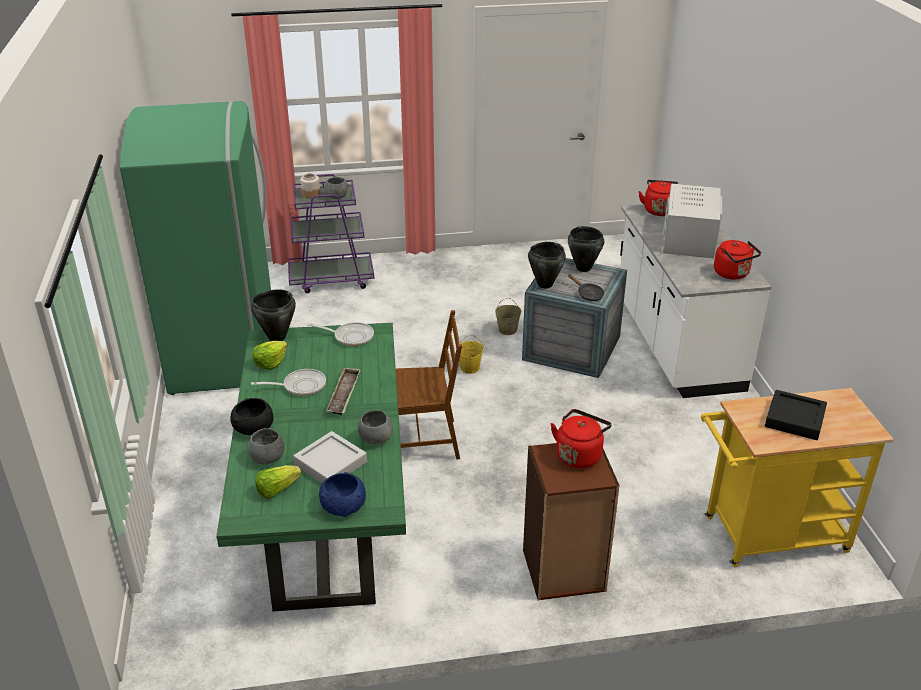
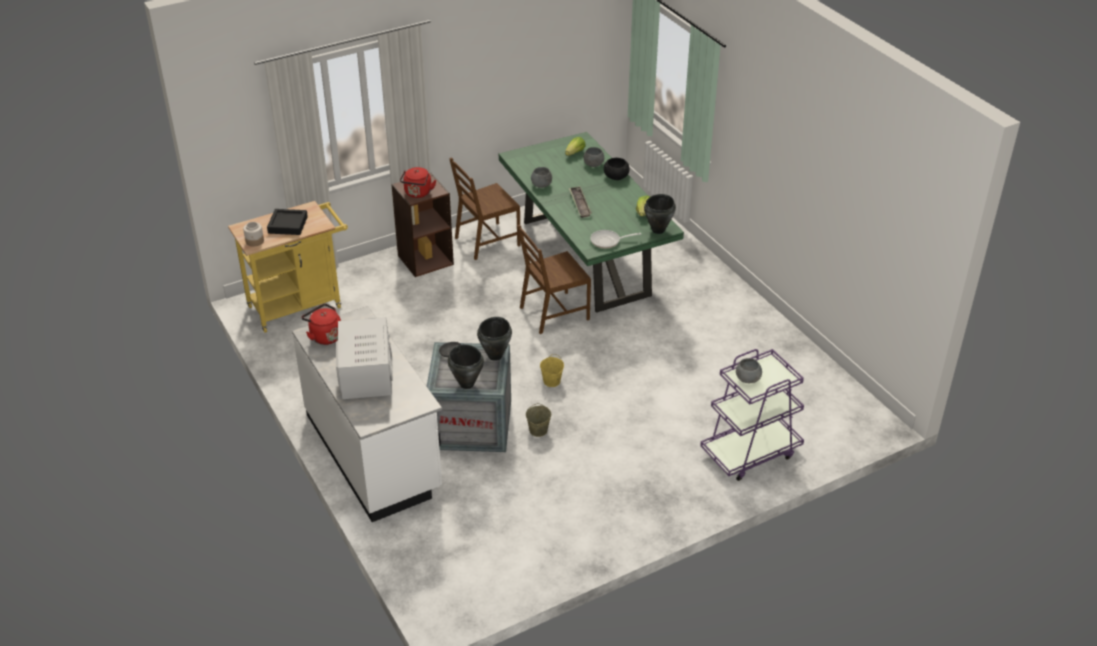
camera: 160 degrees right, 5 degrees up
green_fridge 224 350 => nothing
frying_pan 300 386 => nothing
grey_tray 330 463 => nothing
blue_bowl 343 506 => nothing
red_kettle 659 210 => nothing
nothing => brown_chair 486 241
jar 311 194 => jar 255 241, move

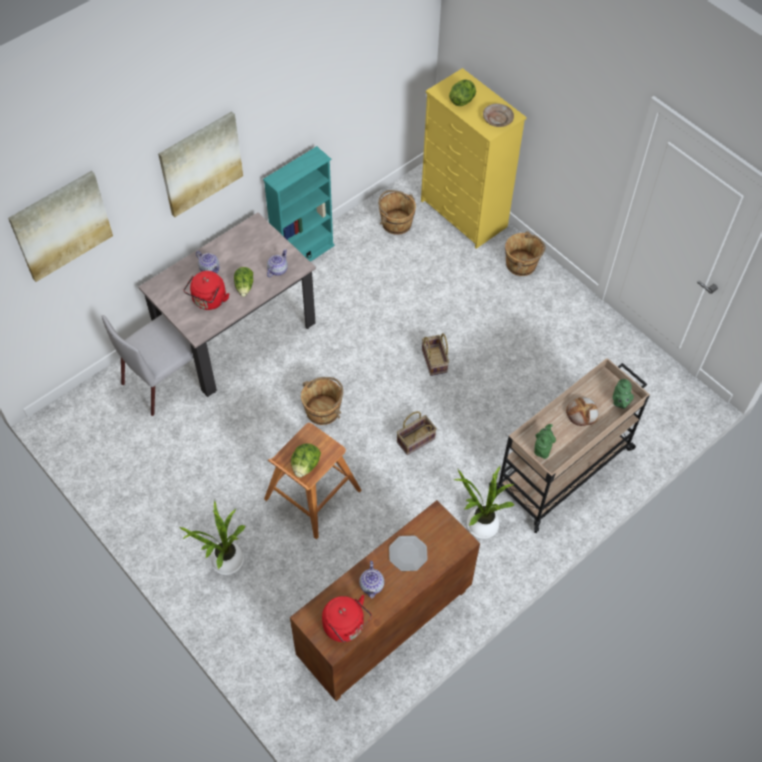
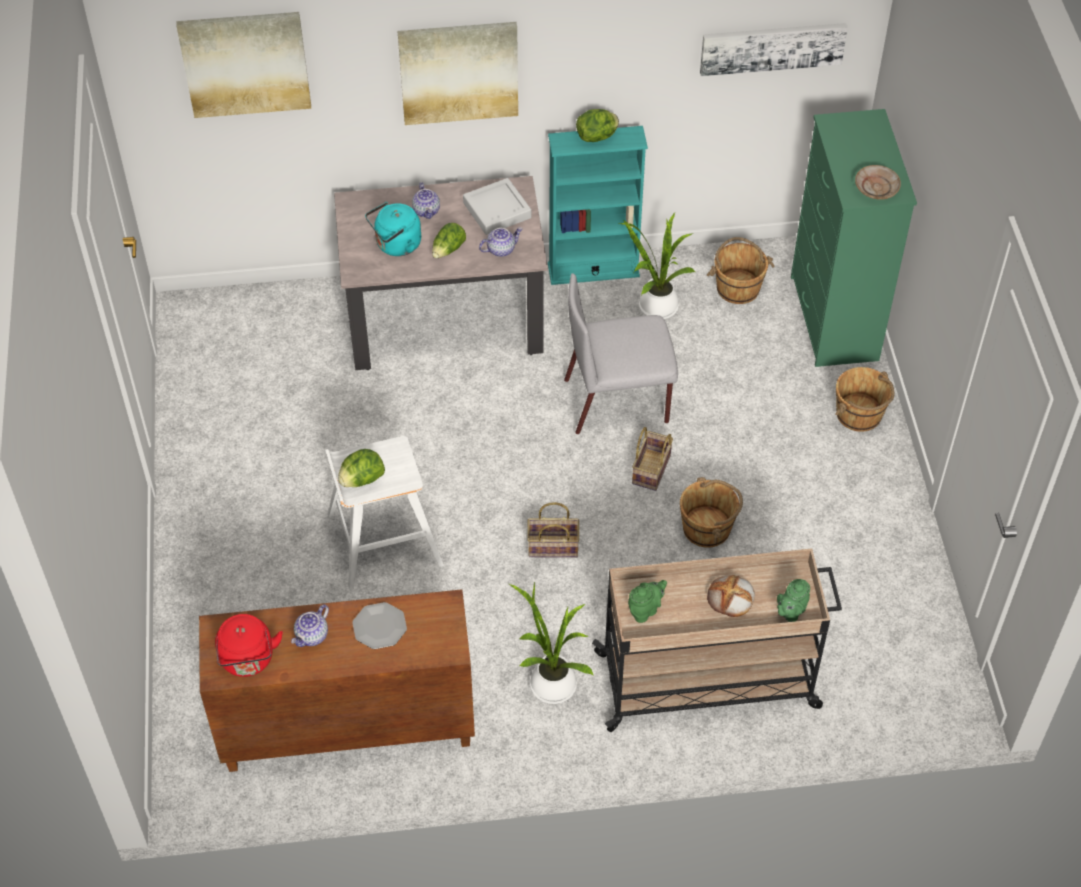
camera: 35 degrees right, 5 degrees down
nothing => grey_tray 497 210
nothing => picture 772 47
grey_chair 165 379 => grey_chair 618 400, move
potted_plant 224 562 => potted_plant 655 306, move
brown_bucket 323 410 => brown_bucket 707 528, move
lettuce 462 100 => lettuce 597 137, move
red_kettle 208 301 => turquoise_kettle 396 245
brown_stool 311 495 => white_stool 383 539
yellow_dresser 464 214 => green_dresser 833 319

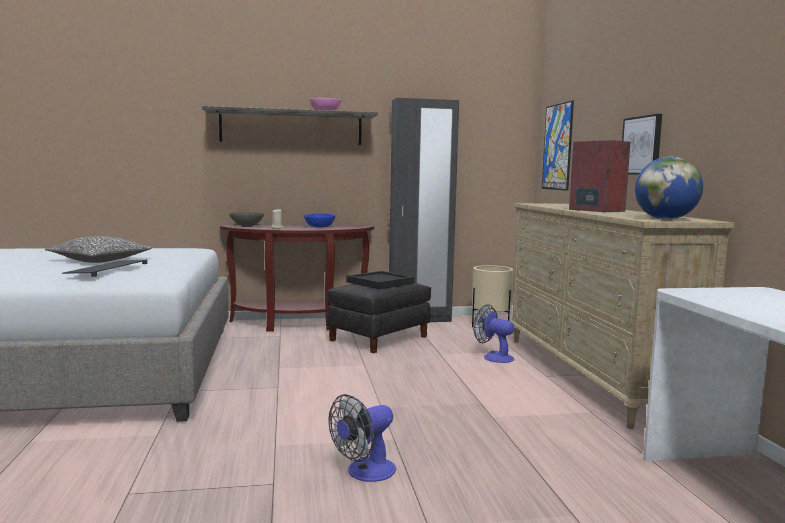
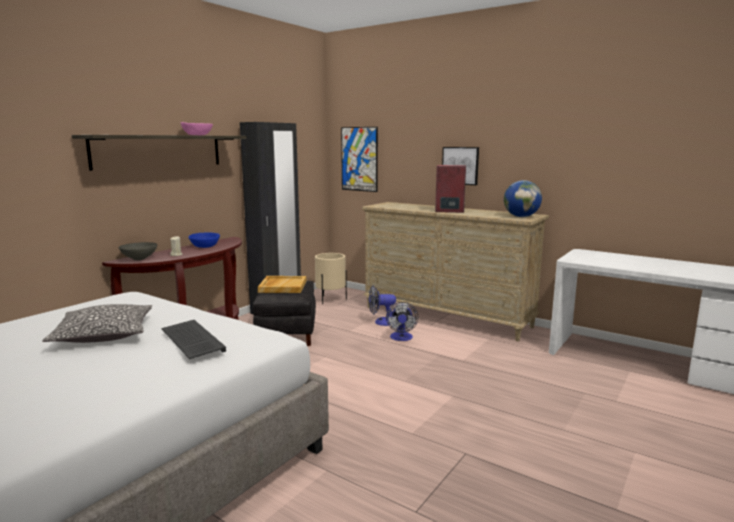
camera: 45 degrees left, 5 degrees up
fan 364 473 => fan 401 338, move
black_tray 380 282 => beige_tray 282 286

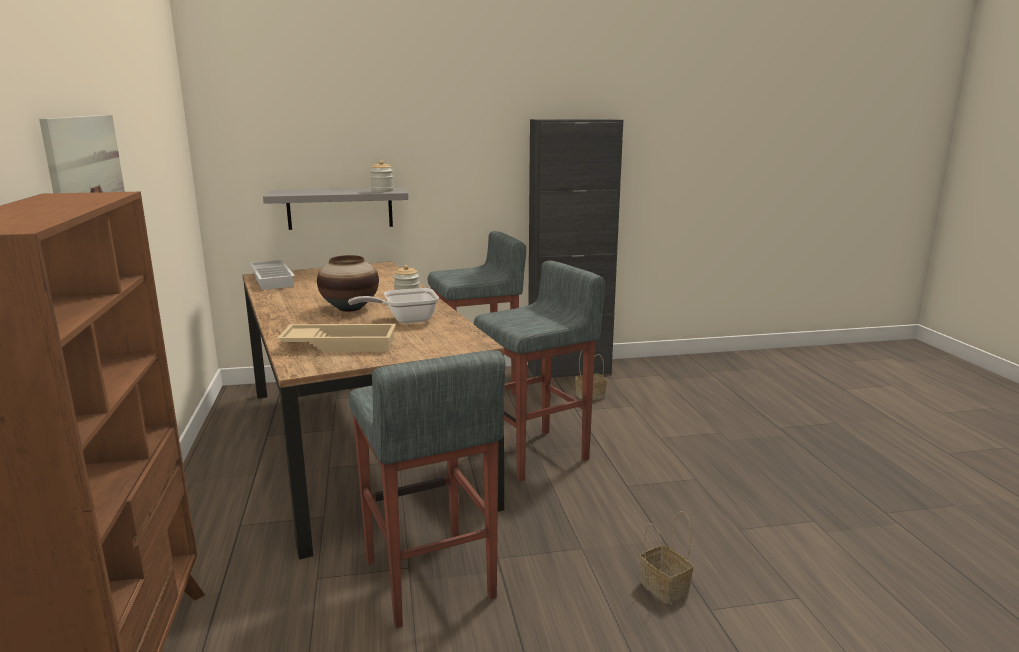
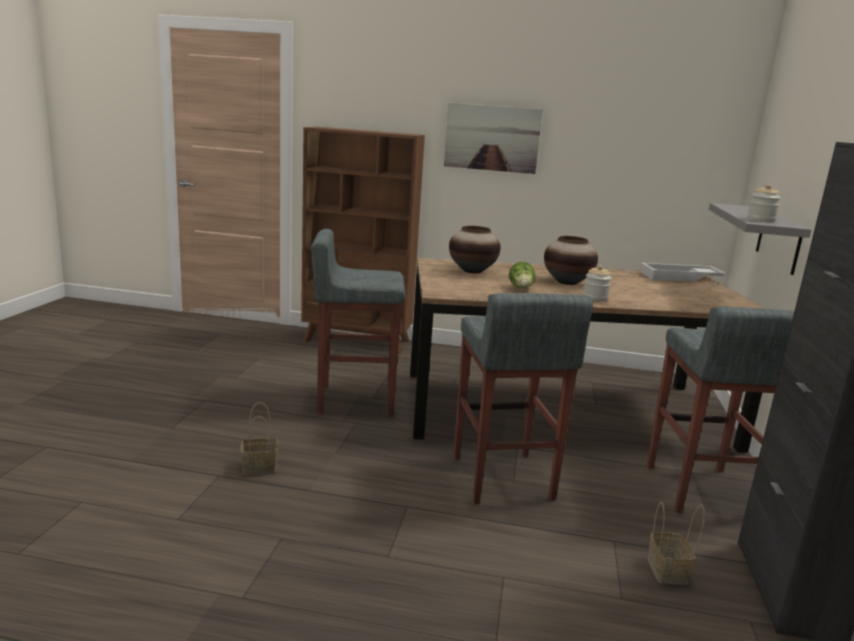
camera: 110 degrees right, 0 degrees up
beige_tray 340 344 => vase 472 271
frying_pan 405 320 => lettuce 521 288

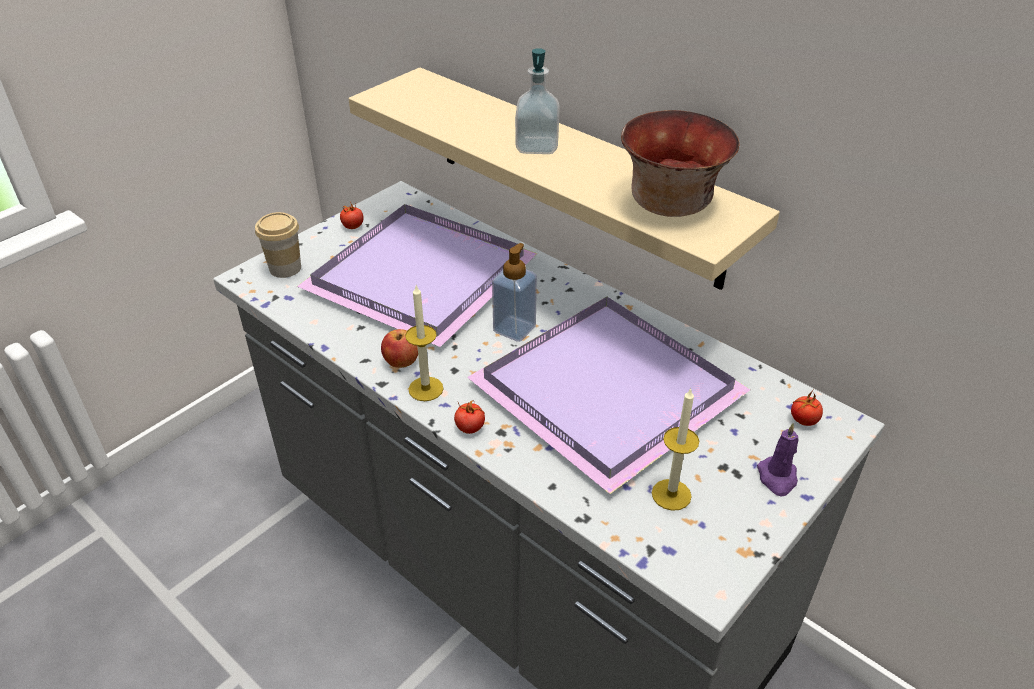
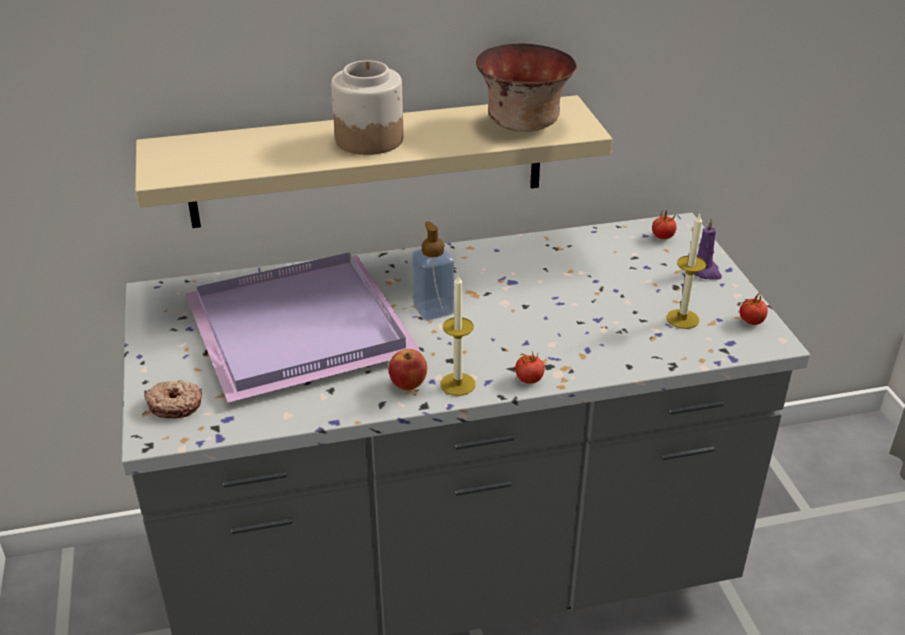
camera: 55 degrees left, 5 degrees down
purple_tray 607 394 => nothing
tomato 353 226 => tomato 751 321, move
cup 285 268 => donut 175 405
soap_dispenser 537 146 => jar 369 139

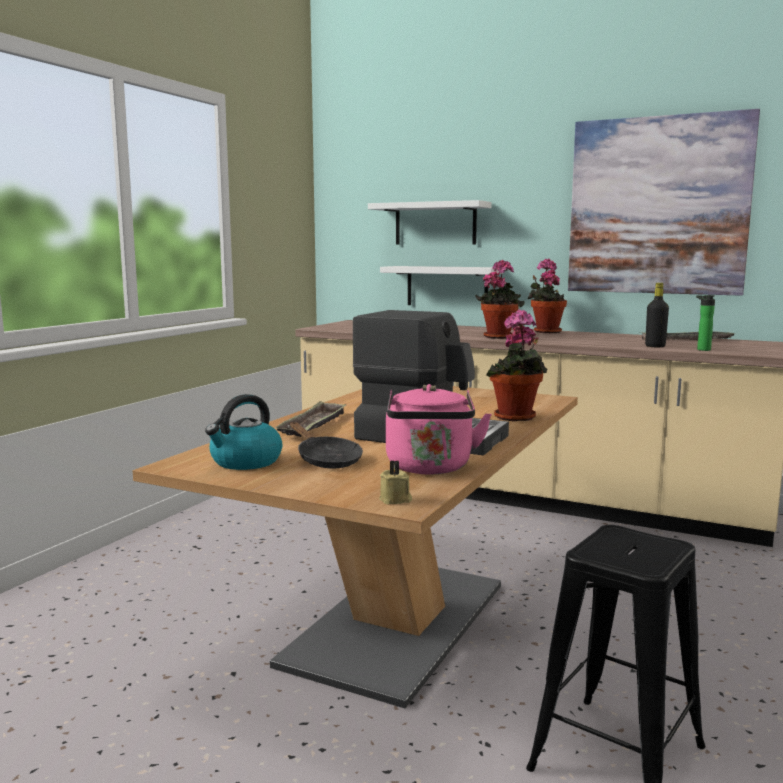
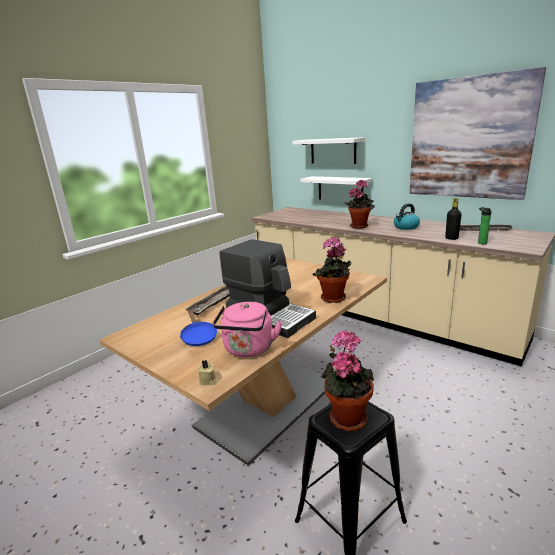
camera: 15 degrees right, 10 degrees up
kettle 245 462 => kettle 406 227, move
potted_plant 545 331 => potted_plant 346 416, move
black_frying_pan 326 460 => blue_frying_pan 198 337

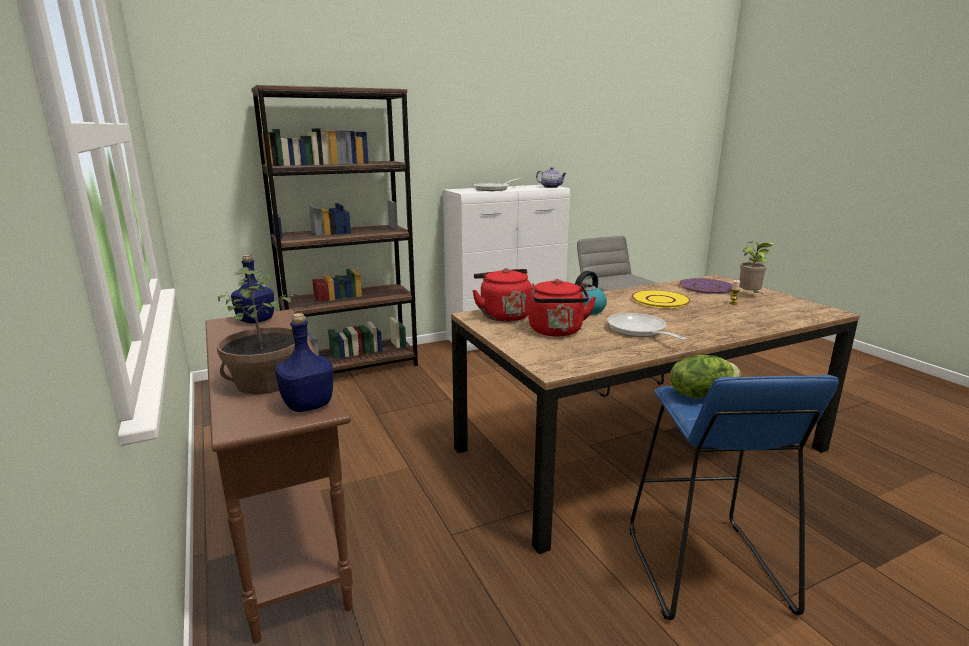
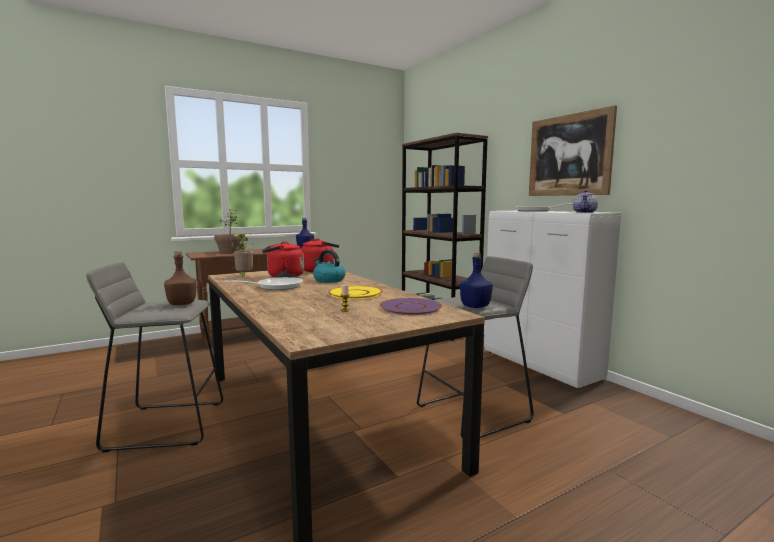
camera: 85 degrees right, 10 degrees down
nothing => picture 569 155
blue_bottle 307 405 => blue_bottle 474 306, move
potted_plant 750 296 => potted_plant 244 276, move
lettuce 701 394 => brown_bottle 182 304
blue_stool 704 569 => grey_stool 166 424

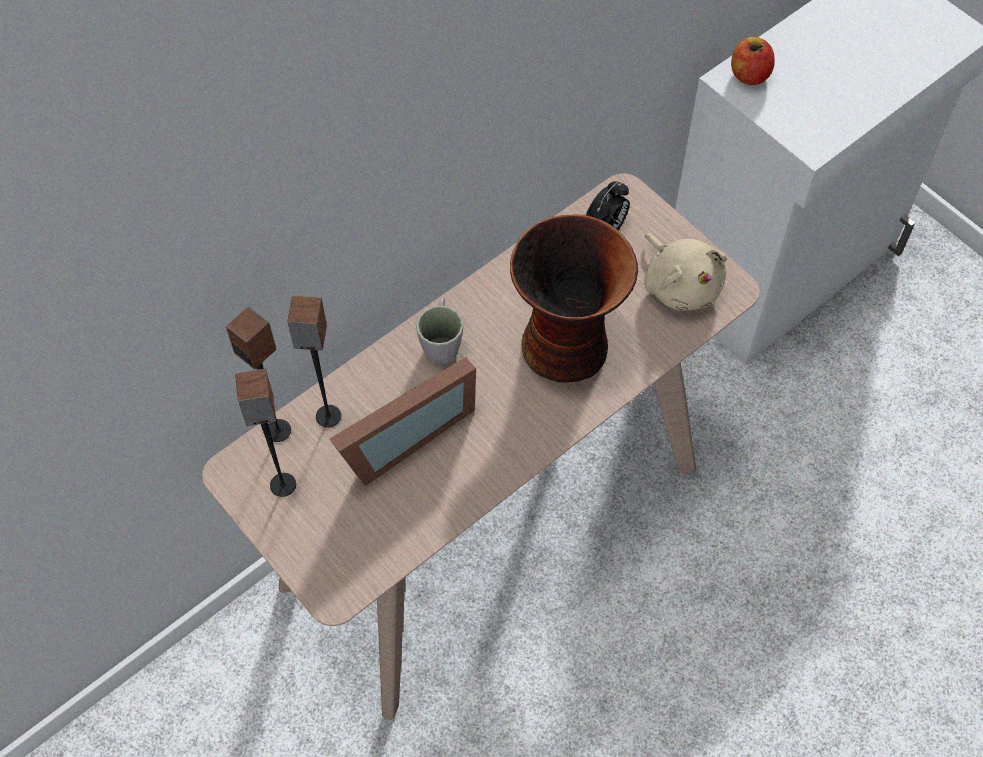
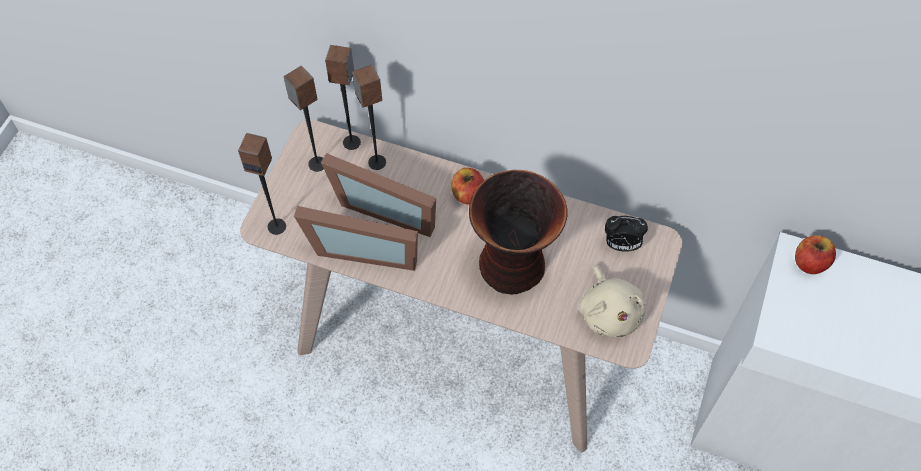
camera: 60 degrees right, 0 degrees up
nothing => speaker 277 226
nothing => picture_frame 364 247
grey_mug 441 342 => apple 468 194
beige_plush_toy 680 285 => beige_plush_toy 609 312, 45 degrees counterclockwise

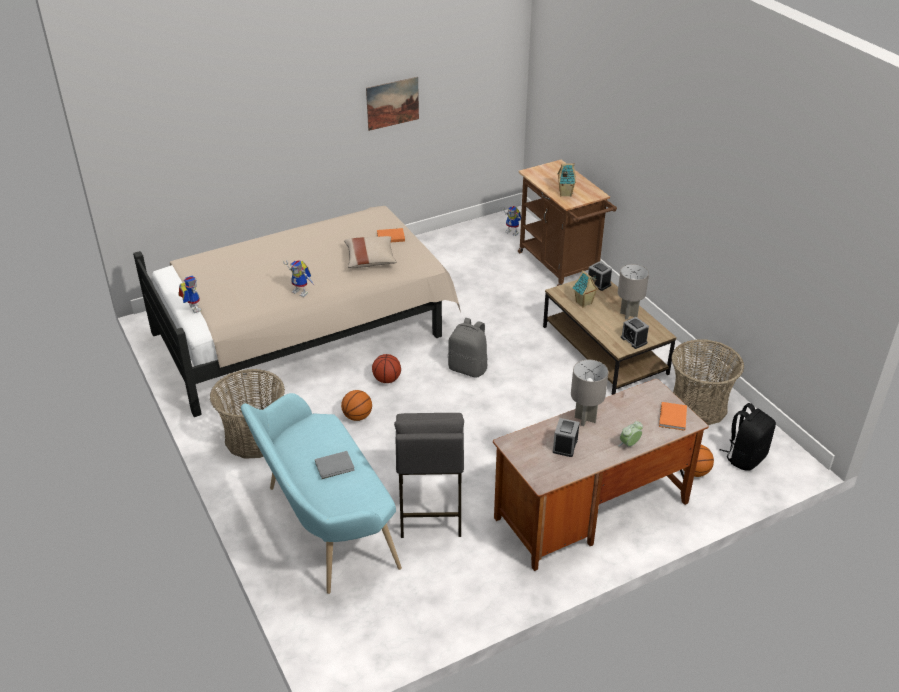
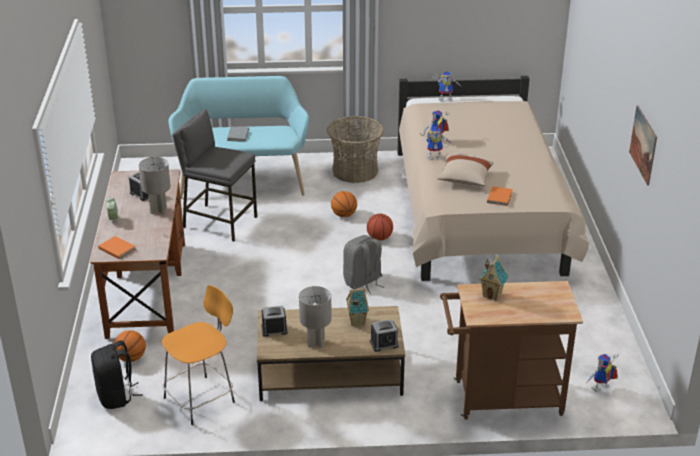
camera: 115 degrees right, 5 degrees down
nothing => toy_robot 435 156
basket 698 406 => orange_stool 201 399

